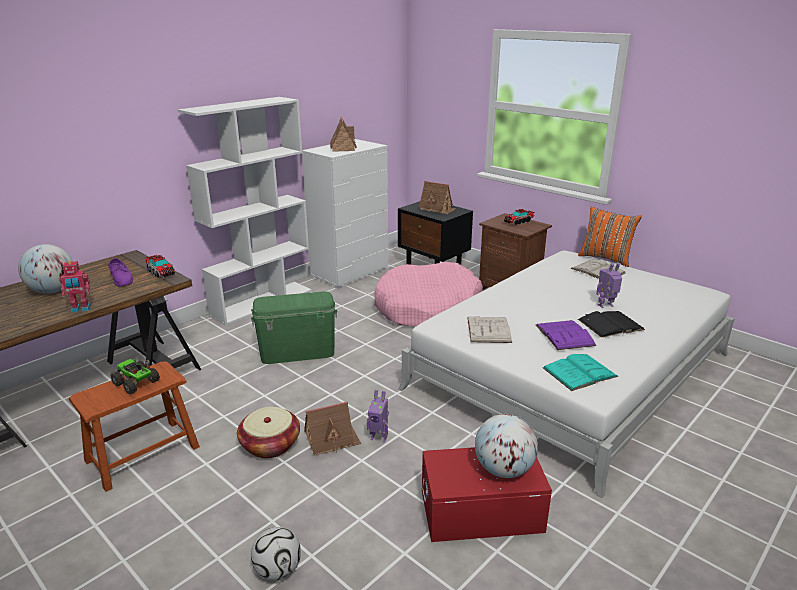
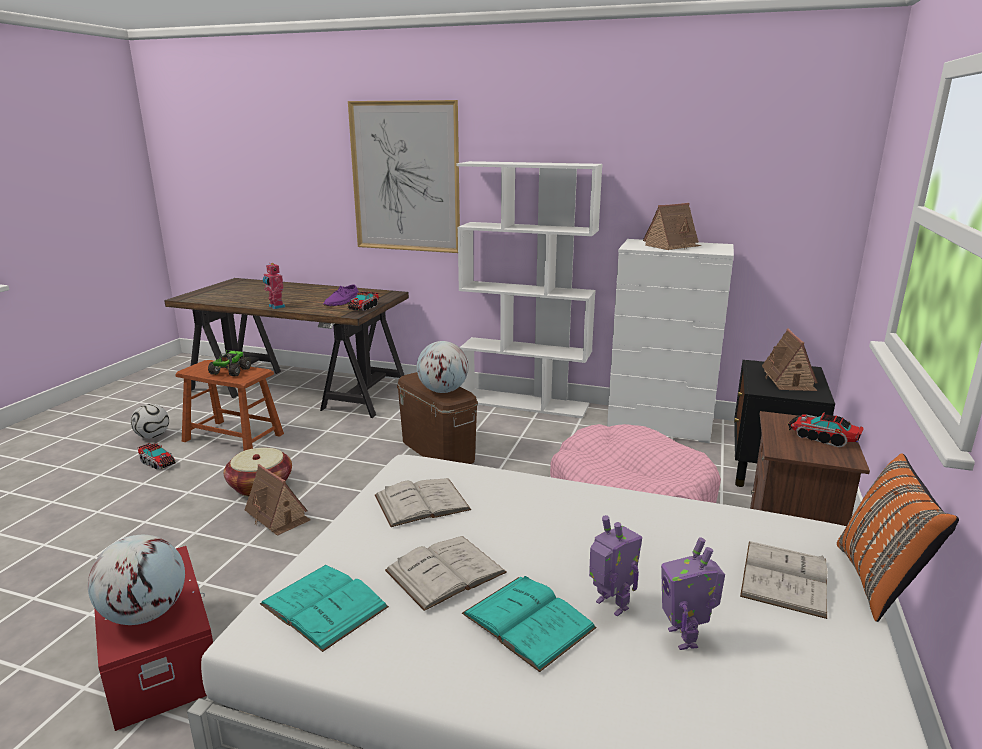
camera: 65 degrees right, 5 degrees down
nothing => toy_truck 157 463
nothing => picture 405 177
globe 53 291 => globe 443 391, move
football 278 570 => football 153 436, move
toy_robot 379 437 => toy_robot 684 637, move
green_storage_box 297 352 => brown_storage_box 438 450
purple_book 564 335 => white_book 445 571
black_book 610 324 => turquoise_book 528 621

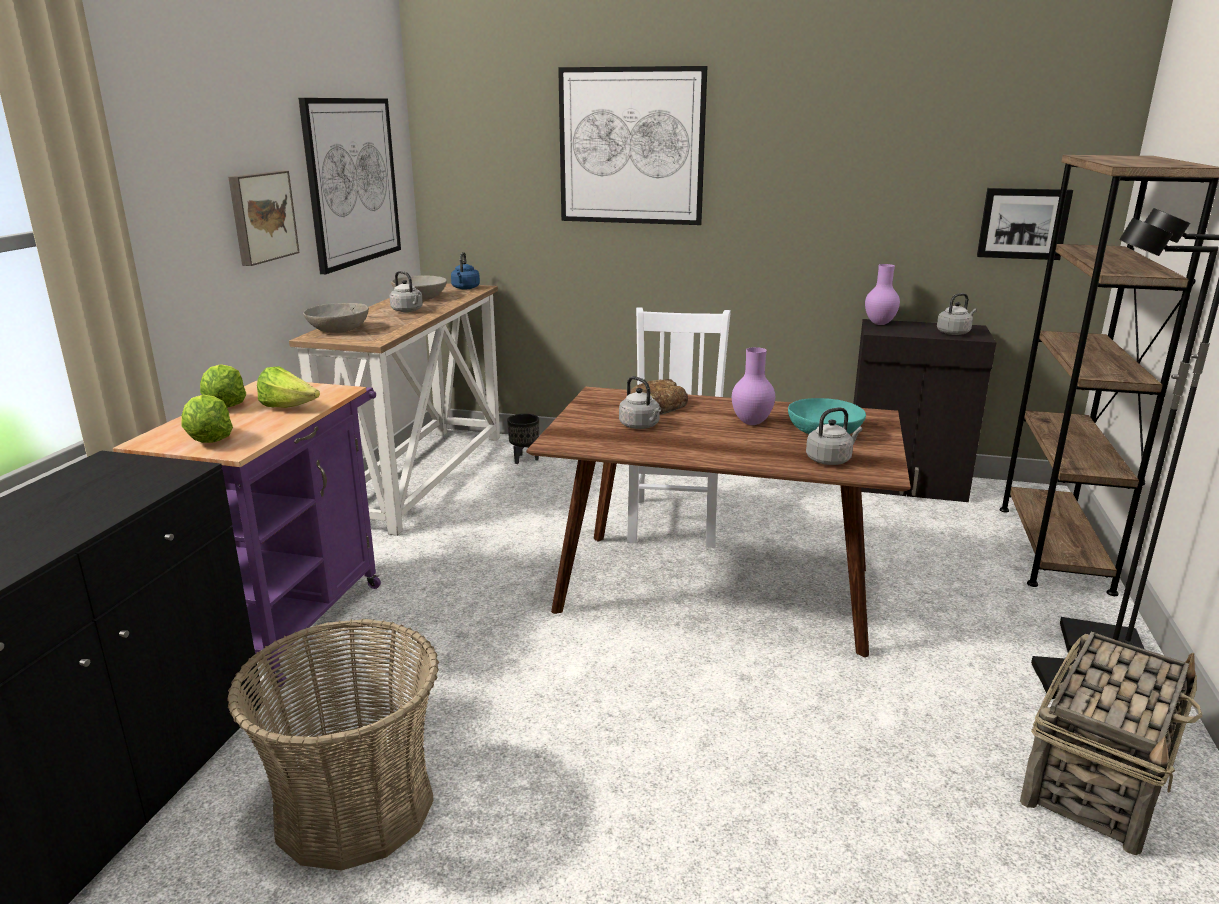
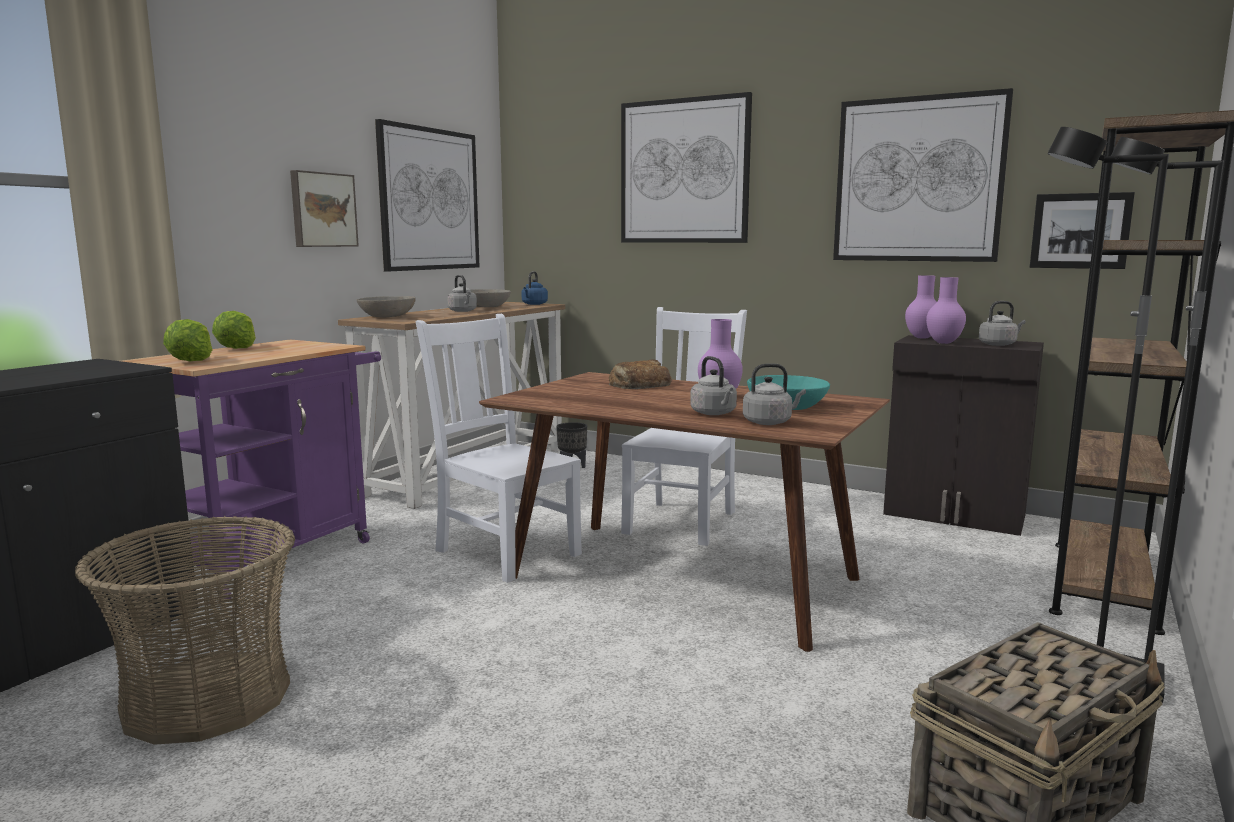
camera: 15 degrees right, 10 degrees down
lettuce 289 408 => nothing
nothing => white_chair 505 551
nothing => picture 918 180
nothing => purple_vase 943 342
grey_kettle 641 426 => grey_kettle 714 413, move

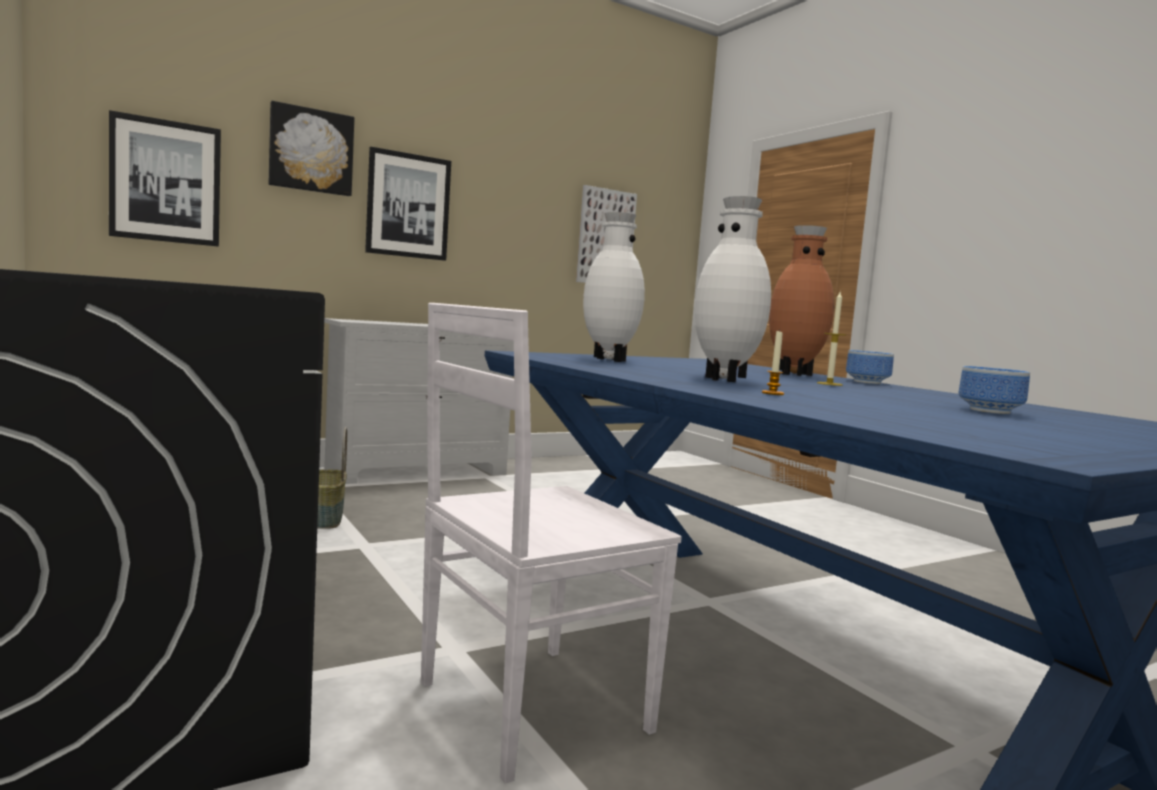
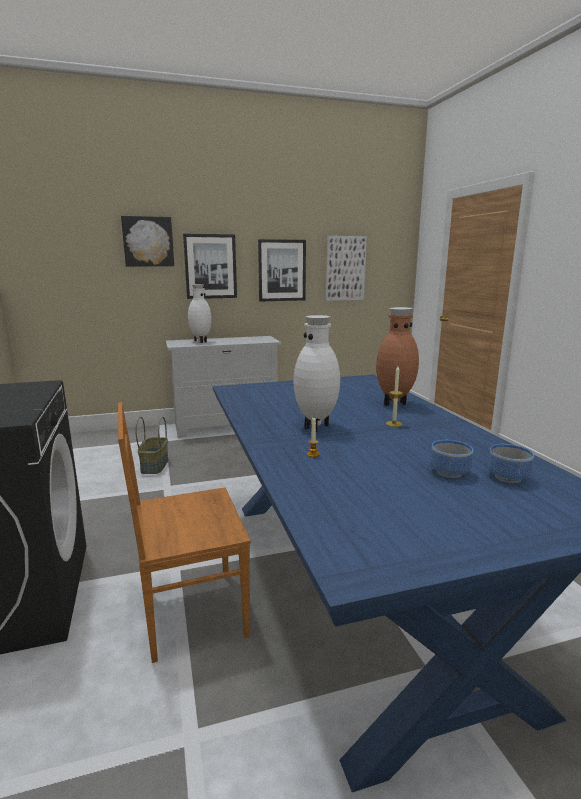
camera: 15 degrees right, 10 degrees up
picture 166 181 => picture 282 270, move
white_vase 607 360 => white_vase 200 341, move
bowl 868 382 => bowl 508 478, move
white_chair 526 708 => brown_chair 190 613

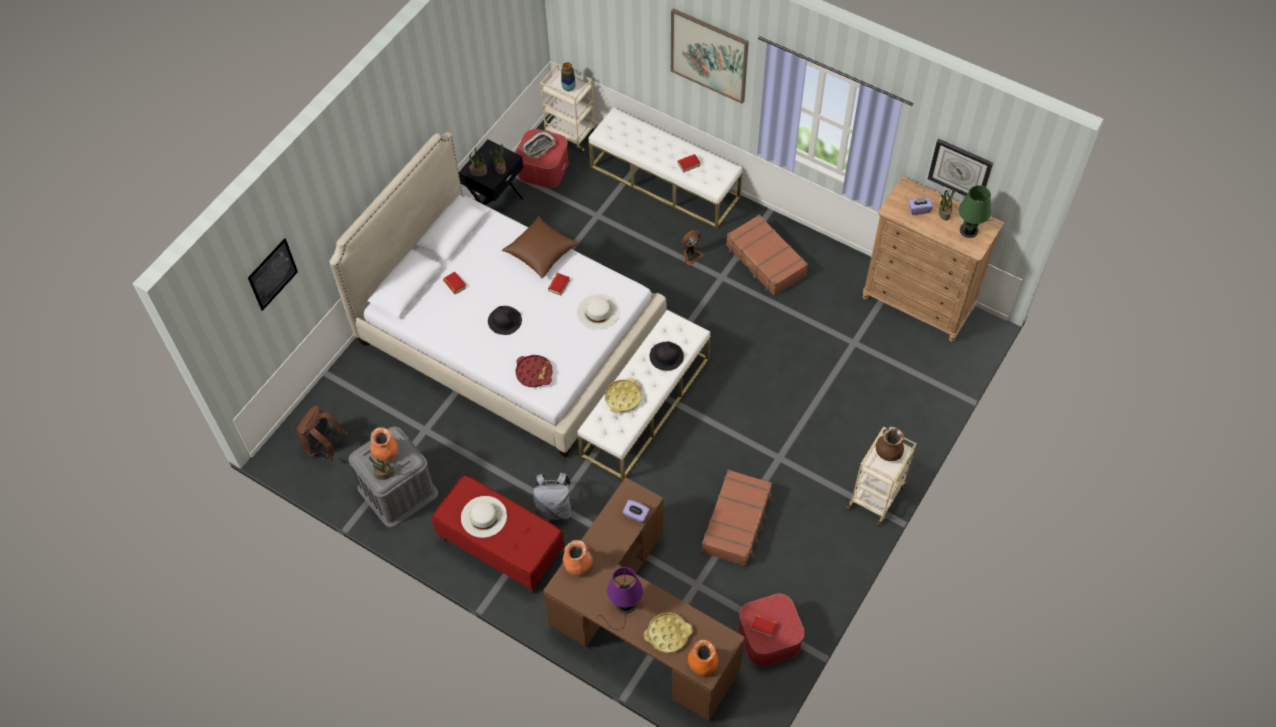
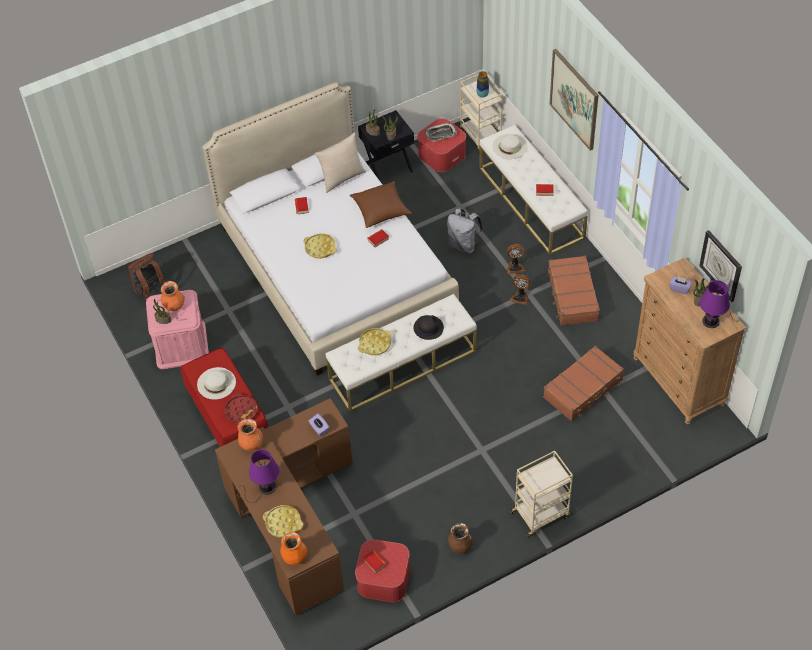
camera: 30 degrees right, 5 degrees down
picture 272 274 => nothing
nothing => beige_pillow 342 177
nothing => fan 520 297
red_tray 534 373 => red_tray 241 411, move
grey_backpack 554 508 => grey_backpack 463 244, move
white_hat 598 311 => white_hat 509 146, move
brown_suitcase 737 522 => brown_suitcase 583 389, move
brown_vase 888 452 => brown_vase 459 546, move
black_hat 504 320 => yellow_tray 320 248
grey_storage_box 398 491 => pink_storage_box 181 345
green_table_lamp 969 228 => purple_table_lamp 712 320

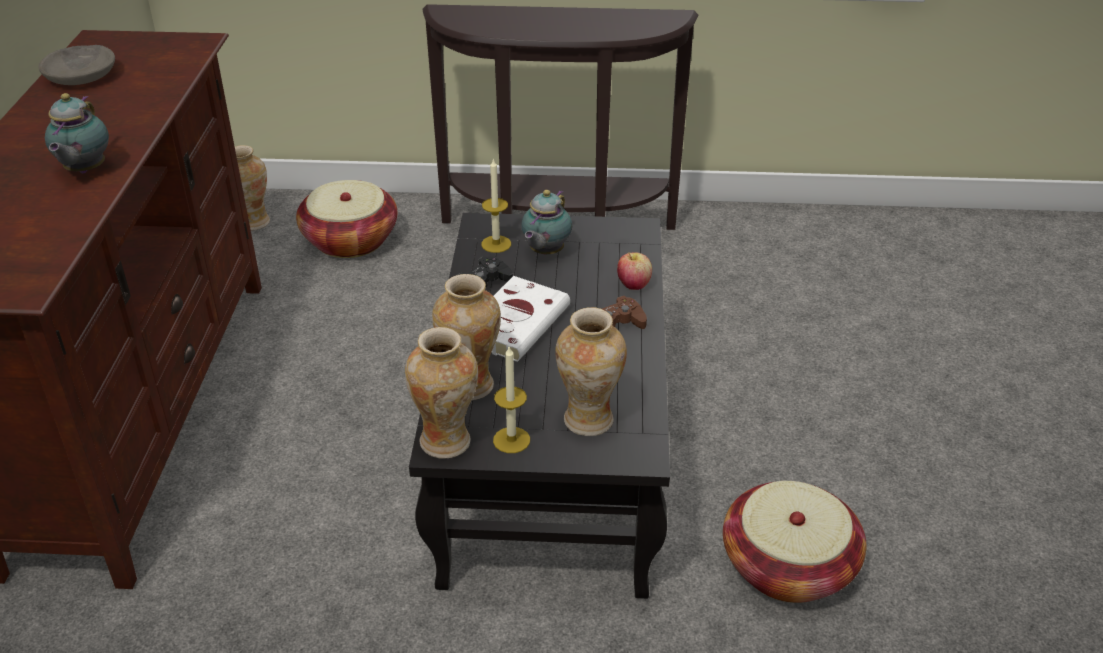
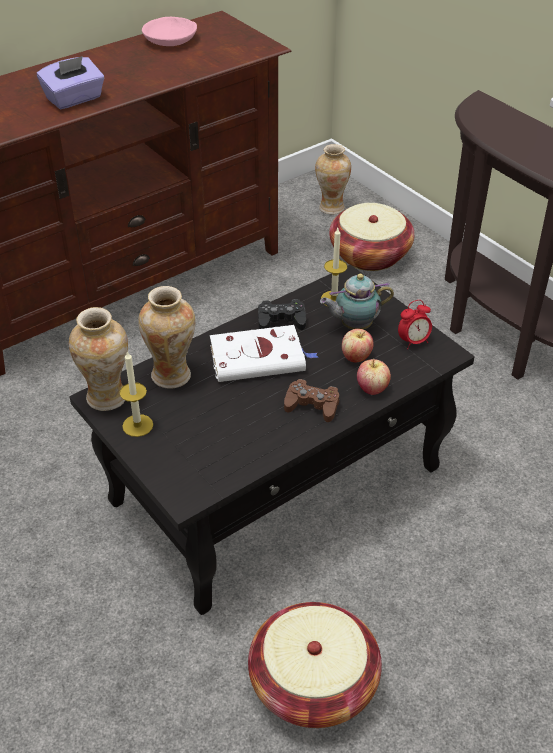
camera: 50 degrees right, 5 degrees up
vase 588 421 => nothing
nothing => apple 356 357
nothing => alarm_clock 413 342
teapot 84 171 => purple_tissue_box 74 99
grey_bowl 81 75 => pink_bowl 171 40

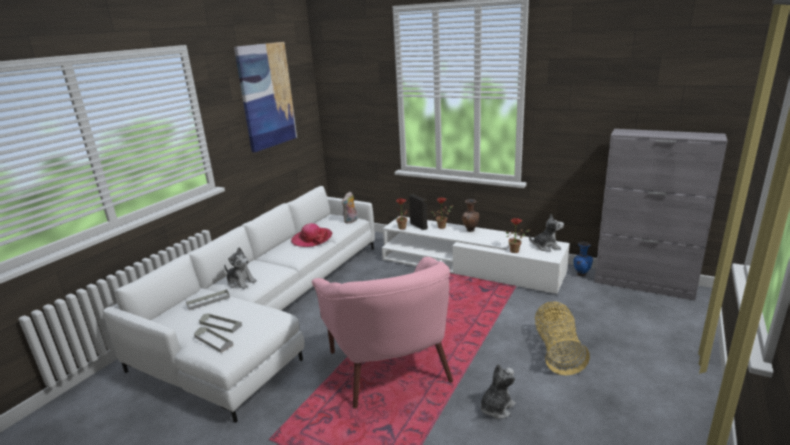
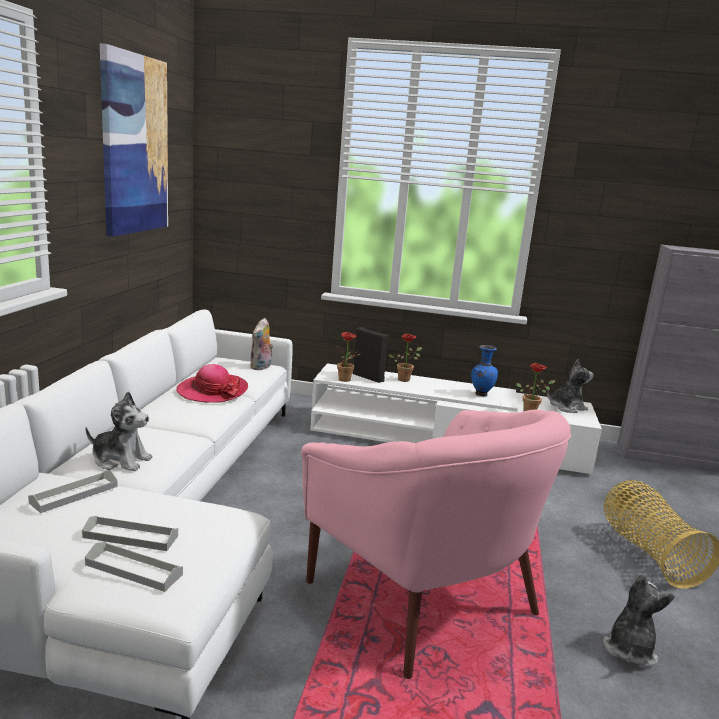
camera: 20 degrees left, 5 degrees down
brown_vase 470 230 => nothing
blue_vase 581 274 => blue_vase 481 394, move

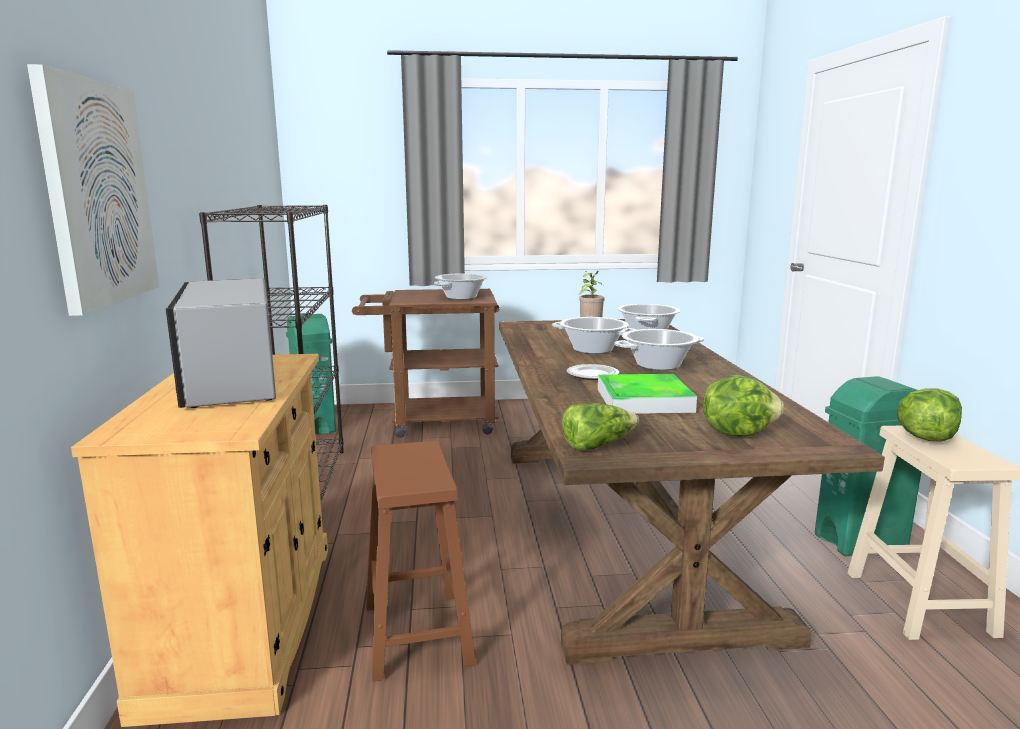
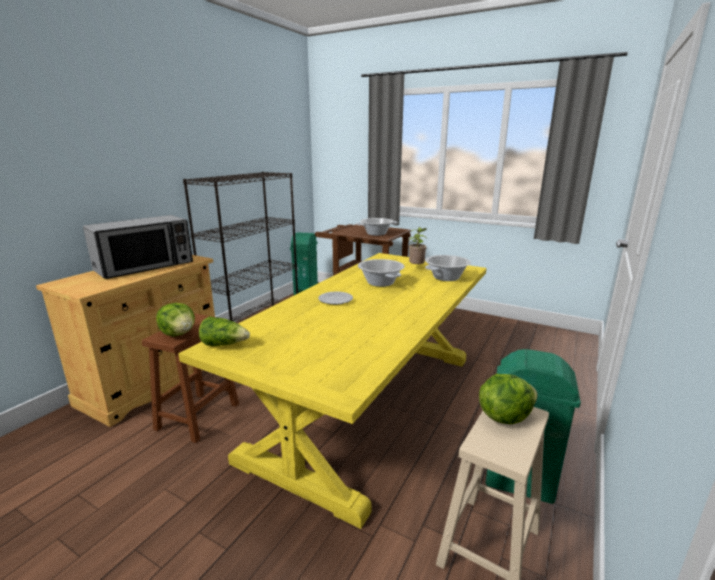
camera: 35 degrees right, 5 degrees up
picture 97 194 => nothing
tray 644 400 => nothing
cooking_pot 658 365 => nothing
lettuce 737 433 => lettuce 179 333, move
brown_dining_table 620 526 => yellow_dining_table 369 402
microwave 230 382 => microwave 145 267, 150 degrees counterclockwise

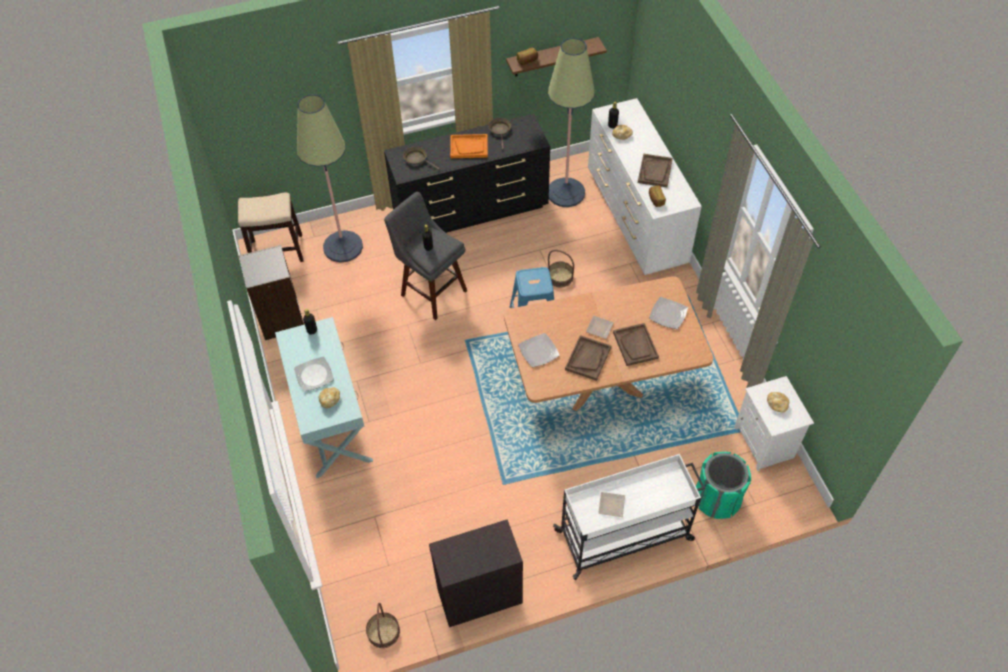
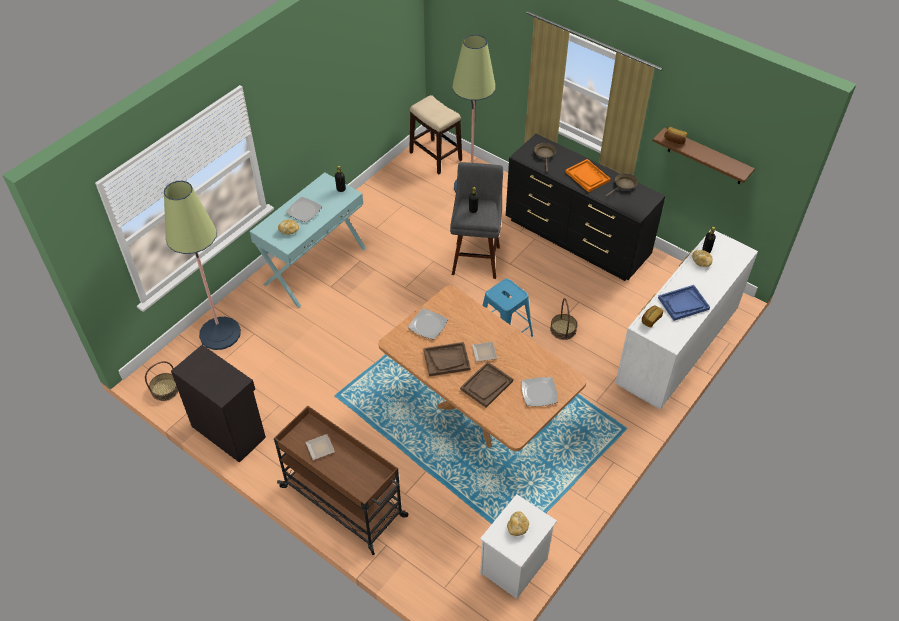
camera: 55 degrees right, 5 degrees down
black_bookcase 280 319 => nothing
green_trash_can 717 499 => nothing
floor_lamp 566 193 => floor_lamp 220 333, move
white_cart 625 535 => brown_cart 344 502
brown_tray 655 171 => blue_tray 683 303

